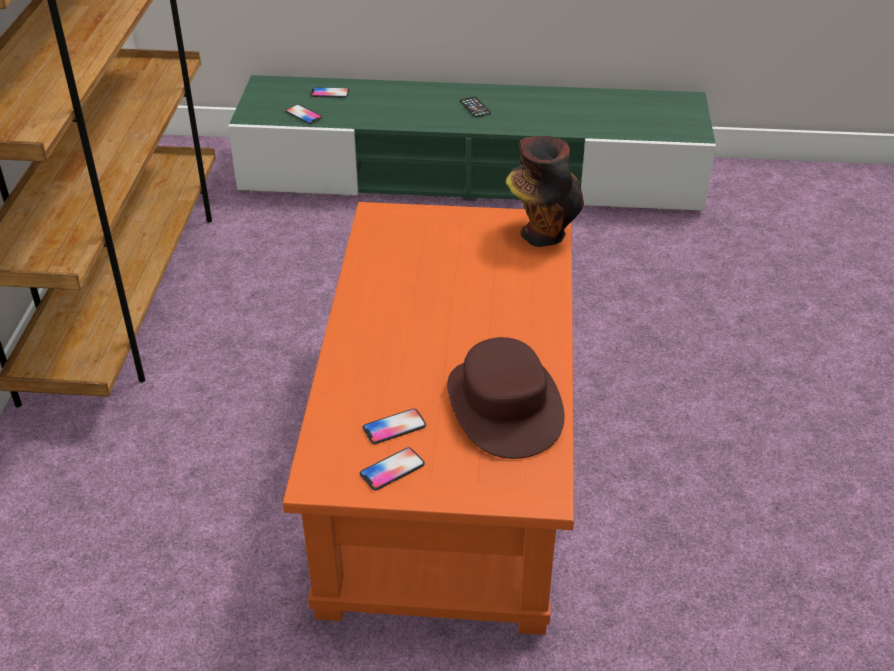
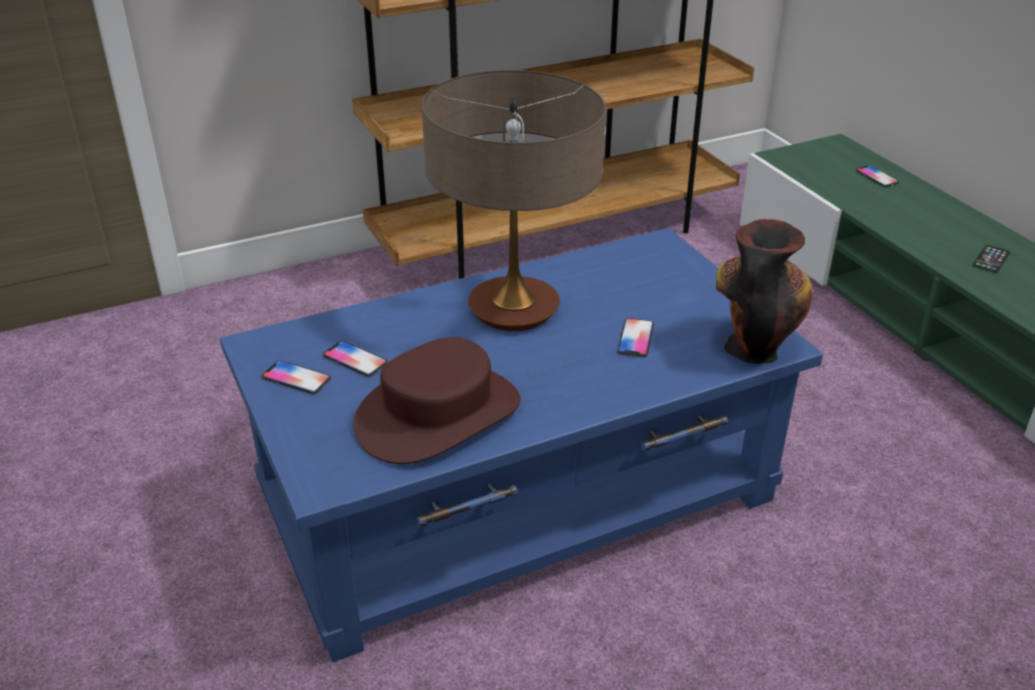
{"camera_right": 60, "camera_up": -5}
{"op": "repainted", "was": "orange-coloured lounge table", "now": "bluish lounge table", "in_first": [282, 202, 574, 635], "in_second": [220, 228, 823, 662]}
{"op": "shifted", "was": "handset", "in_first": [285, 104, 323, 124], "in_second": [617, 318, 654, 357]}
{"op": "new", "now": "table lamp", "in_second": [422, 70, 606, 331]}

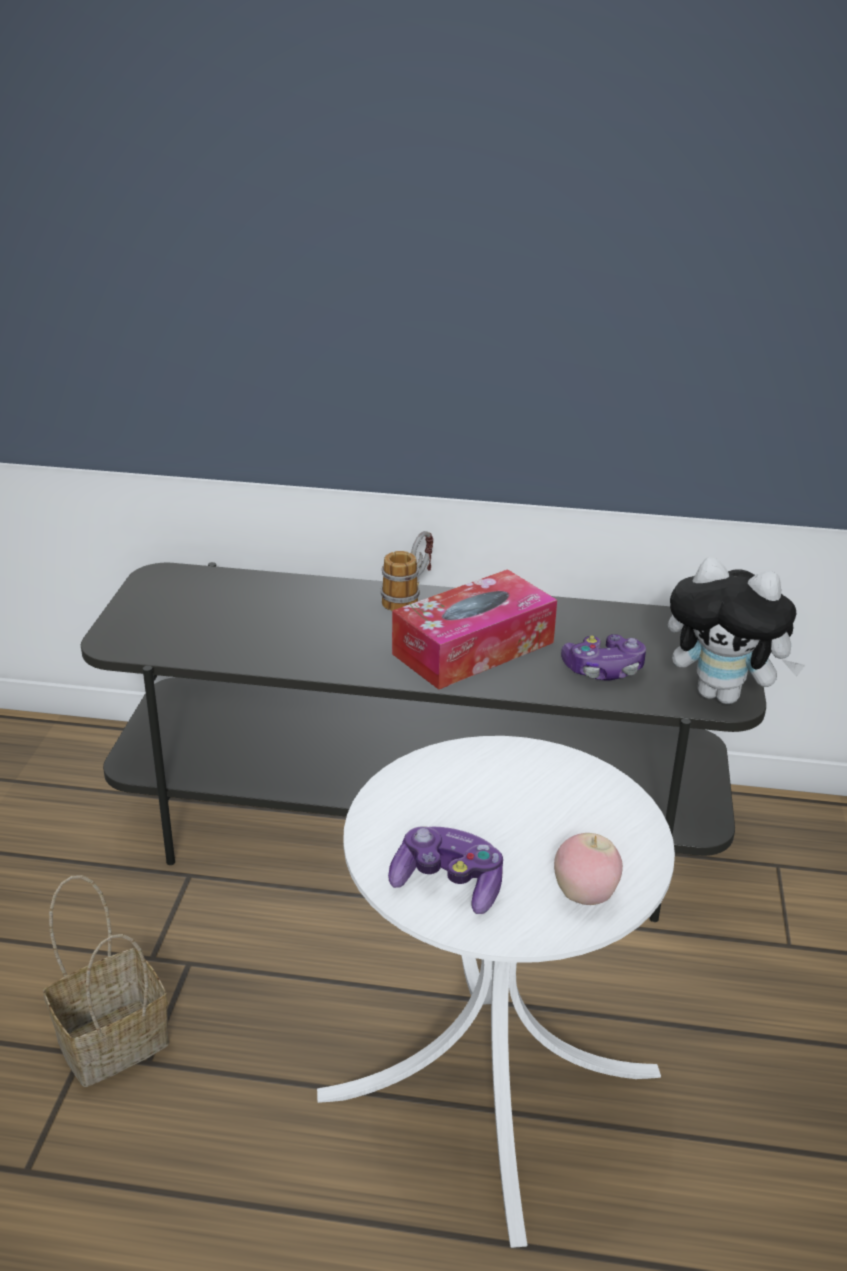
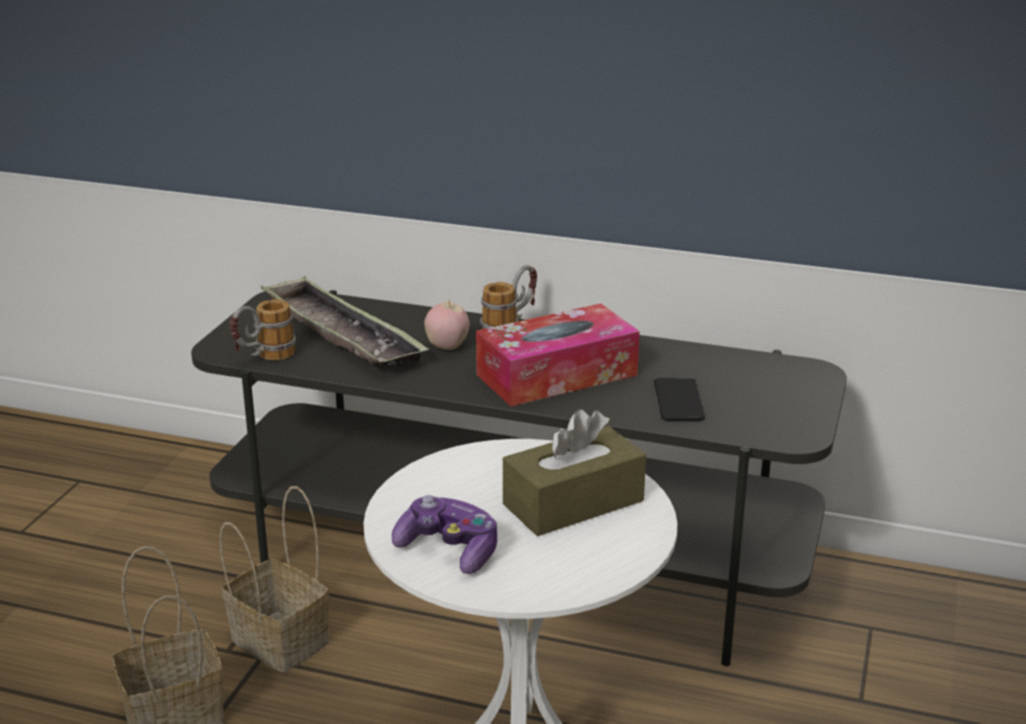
{"camera_right": 10, "camera_up": -5}
{"op": "shifted", "was": "apple", "in_first": [554, 833, 623, 905], "in_second": [424, 300, 469, 350]}
{"op": "swapped", "was": "game controller", "now": "handset", "in_first": [561, 634, 646, 680], "in_second": [654, 378, 705, 421]}
{"op": "gone", "was": "soft toy", "in_first": [668, 557, 805, 704]}
{"op": "new", "now": "storage basket", "in_second": [219, 486, 330, 672]}
{"op": "new", "now": "mug", "in_second": [230, 300, 296, 361]}
{"op": "new", "now": "tray", "in_second": [260, 276, 429, 367]}
{"op": "new", "now": "brownish tissue box", "in_second": [503, 409, 646, 536]}

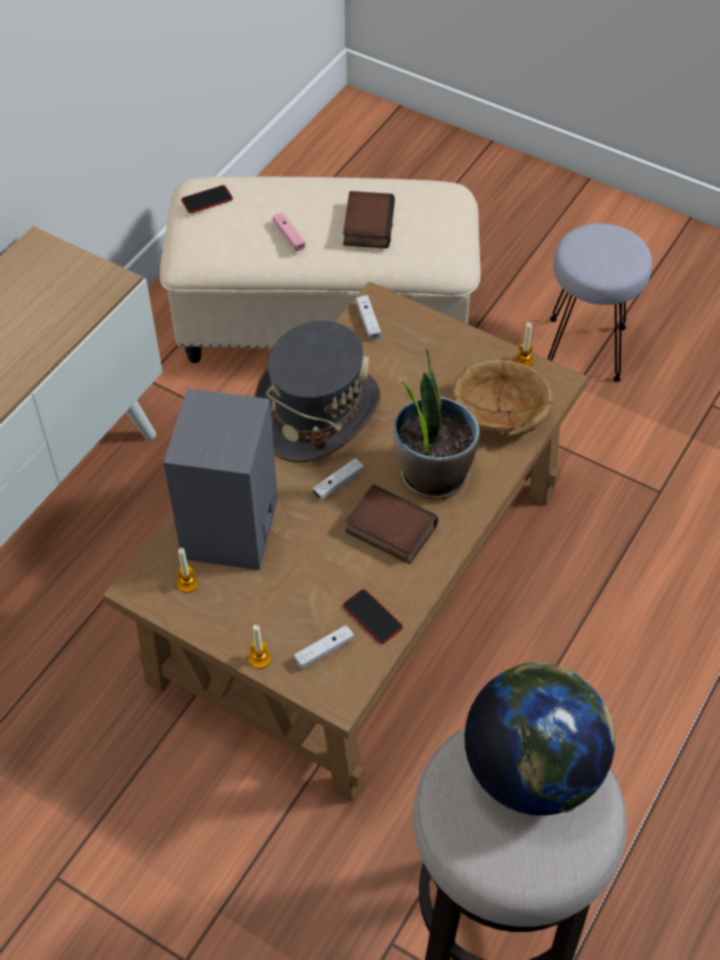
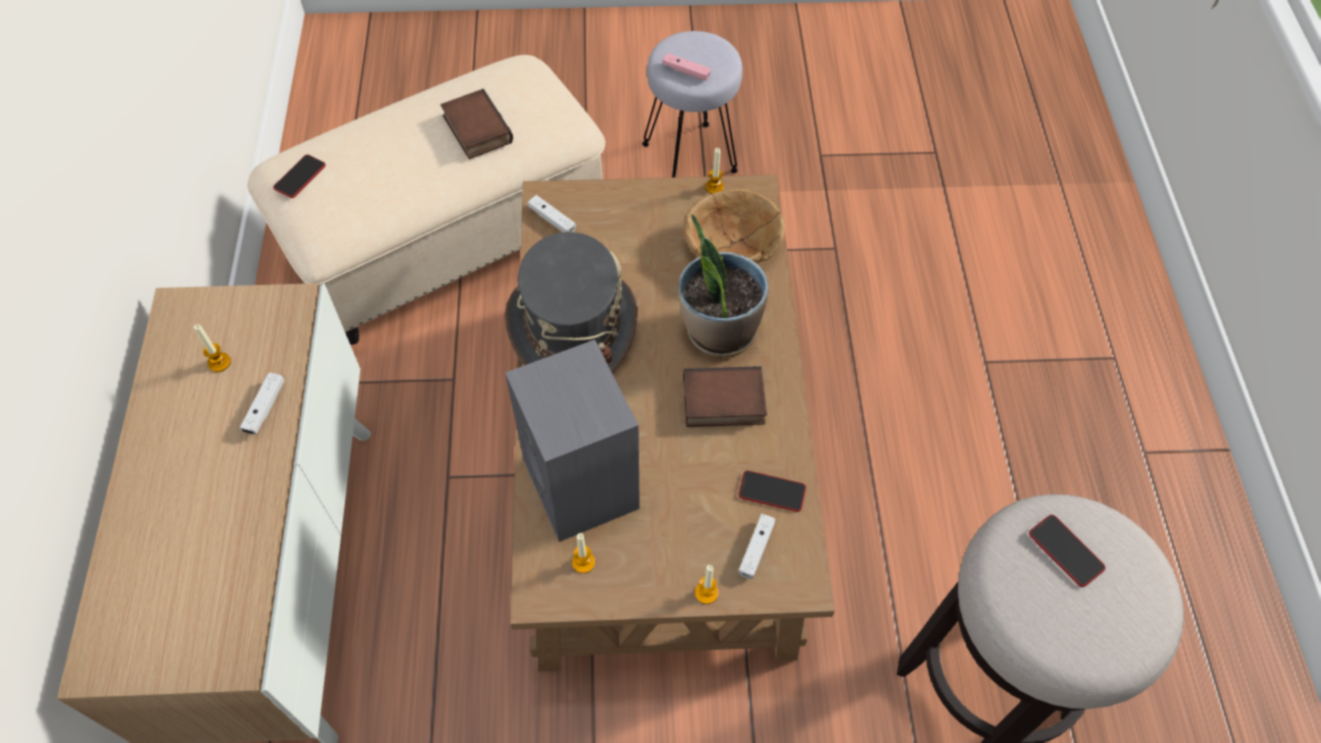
{"camera_right": -35, "camera_up": 5}
{"op": "shifted", "was": "pink-coloured game controller", "in_first": [273, 212, 306, 251], "in_second": [662, 53, 711, 81]}
{"op": "shifted", "was": "white-coloured game controller", "in_first": [312, 458, 364, 500], "in_second": [240, 373, 285, 435]}
{"op": "swapped", "was": "desk globe", "now": "handset", "in_first": [464, 662, 615, 815], "in_second": [1029, 515, 1105, 587]}
{"op": "new", "now": "wax candle", "in_second": [194, 324, 231, 372]}

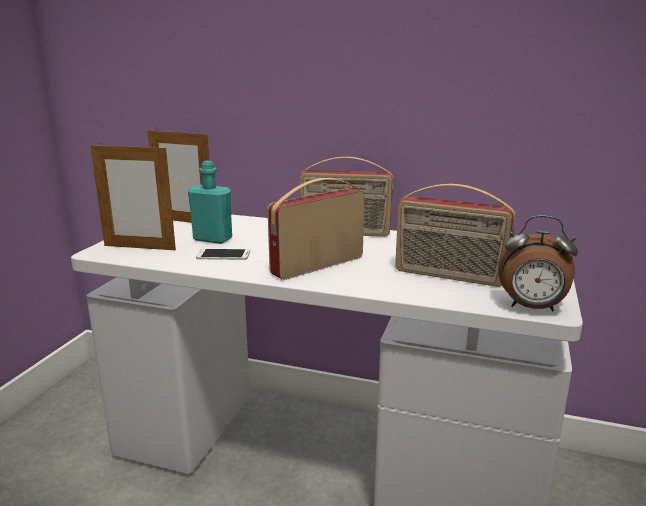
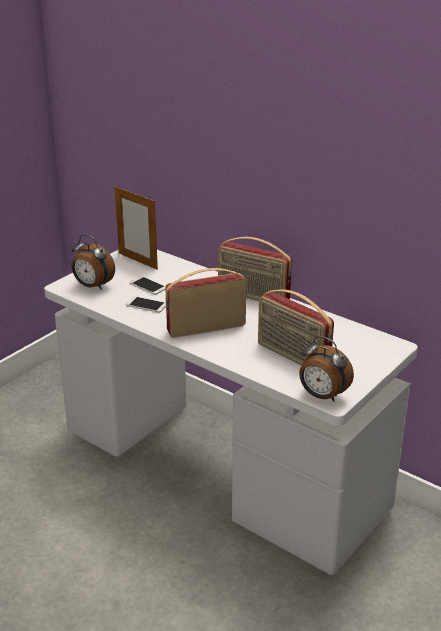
{"camera_right": 20, "camera_up": 10}
{"op": "swapped", "was": "photo frame", "now": "alarm clock", "in_first": [90, 142, 176, 250], "in_second": [71, 234, 115, 290]}
{"op": "swapped", "was": "blue-green beverage bottle", "now": "handset", "in_first": [188, 161, 232, 244], "in_second": [130, 276, 166, 295]}

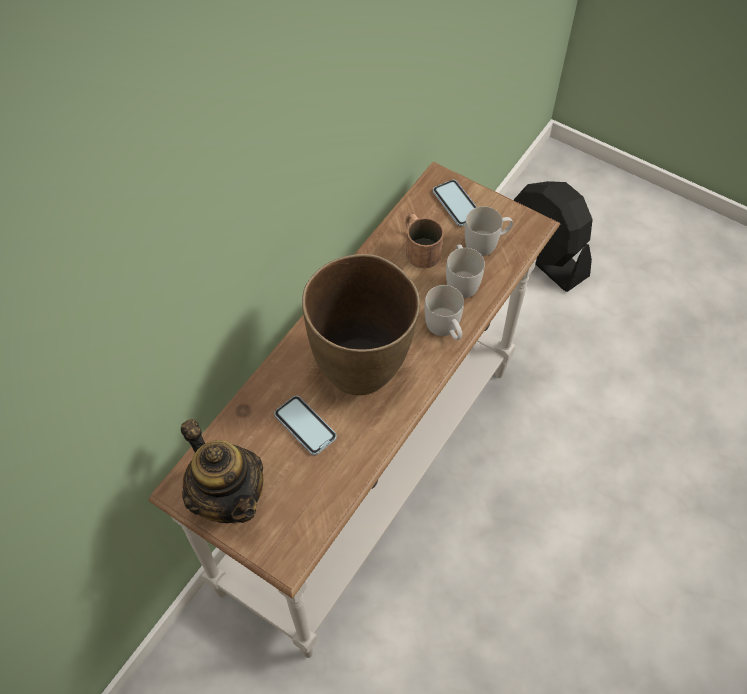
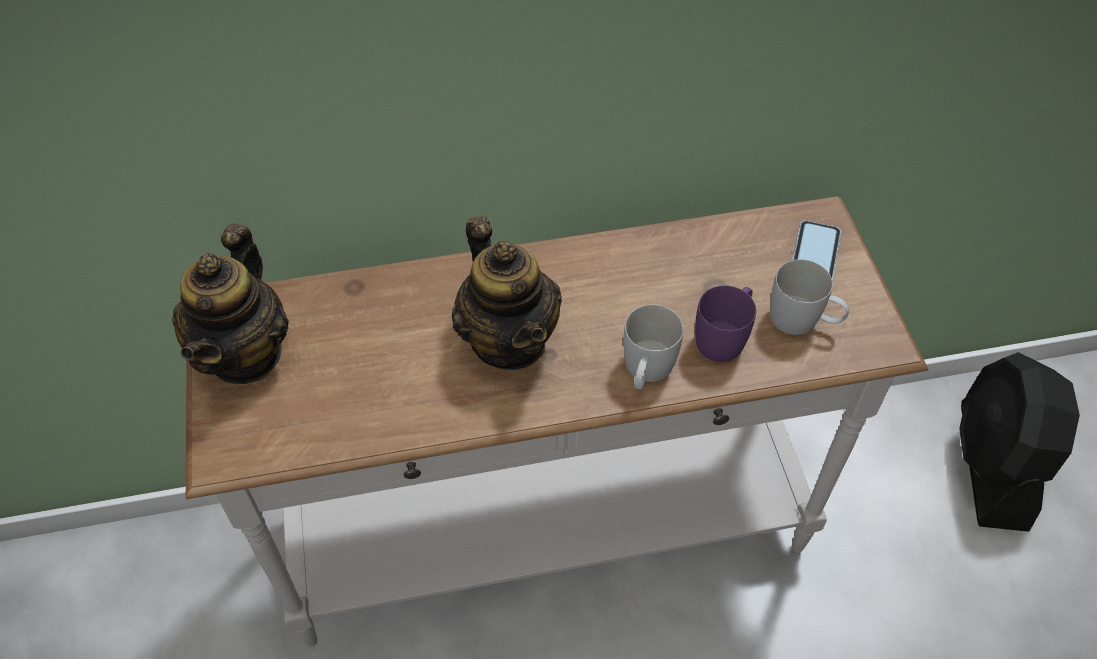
{"camera_right": 45, "camera_up": -5}
{"op": "gone", "was": "handset", "in_first": [274, 396, 337, 455]}
{"op": "swapped", "was": "brownish flower vase", "now": "teapot", "in_first": [302, 254, 420, 395], "in_second": [452, 216, 562, 370]}
{"op": "gone", "was": "brownish mug", "in_first": [405, 213, 444, 268]}
{"op": "repainted", "was": "white-coloured mug", "now": "purplish mug", "in_first": [446, 244, 485, 298], "in_second": [695, 285, 756, 362]}

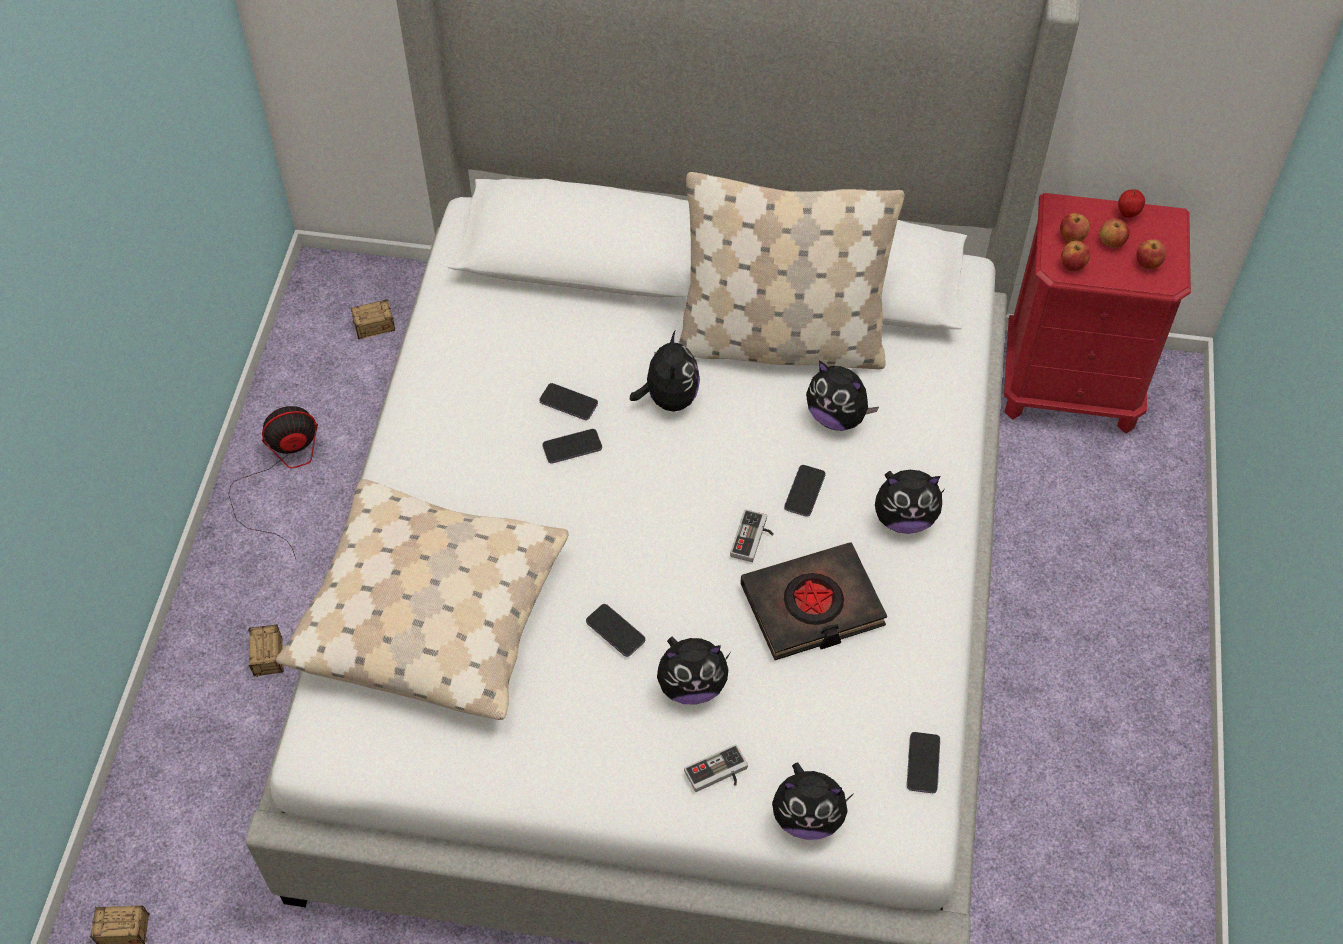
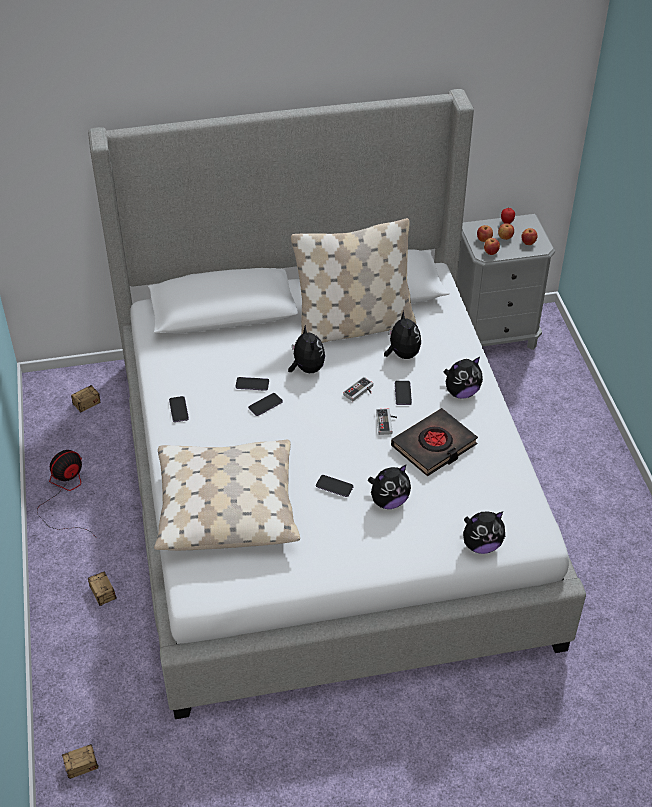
{"camera_right": -20, "camera_up": -10}
{"op": "shifted", "was": "game controller", "in_first": [684, 744, 748, 792], "in_second": [343, 377, 373, 401]}
{"op": "rotated", "was": "soft toy", "in_first": [806, 360, 879, 431], "in_second": [384, 311, 421, 359], "clockwise": -120}
{"op": "shifted", "was": "handset", "in_first": [907, 732, 940, 793], "in_second": [169, 396, 189, 422]}
{"op": "repainted", "was": "red-coloured night table", "now": "gray night table", "in_first": [1004, 193, 1191, 434], "in_second": [456, 214, 555, 350]}

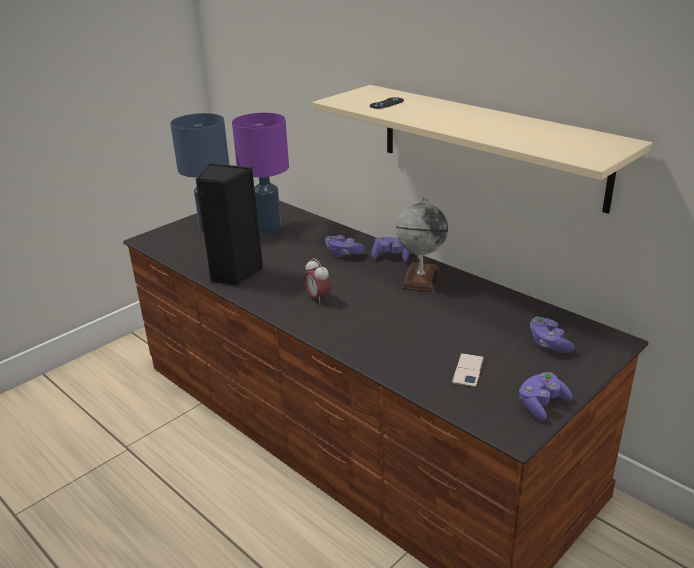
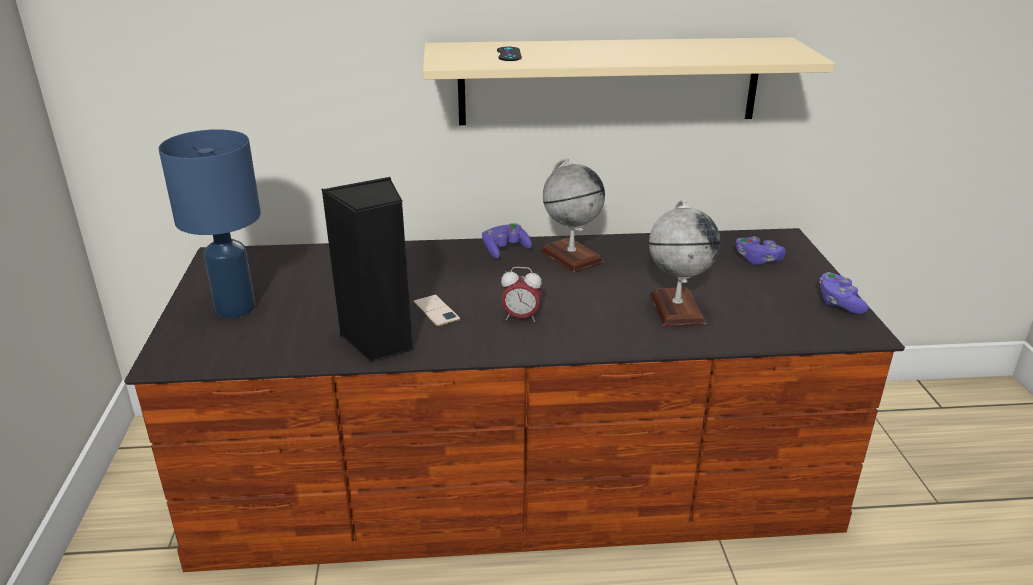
{"camera_right": -50, "camera_up": 0}
{"op": "gone", "was": "purplish table lamp", "in_first": [232, 113, 289, 233]}
{"op": "gone", "was": "purplish game controller", "in_first": [325, 235, 364, 257]}
{"op": "shifted", "was": "handset", "in_first": [452, 353, 484, 387], "in_second": [413, 294, 461, 327]}
{"op": "new", "now": "desk globe", "in_second": [649, 200, 720, 326]}

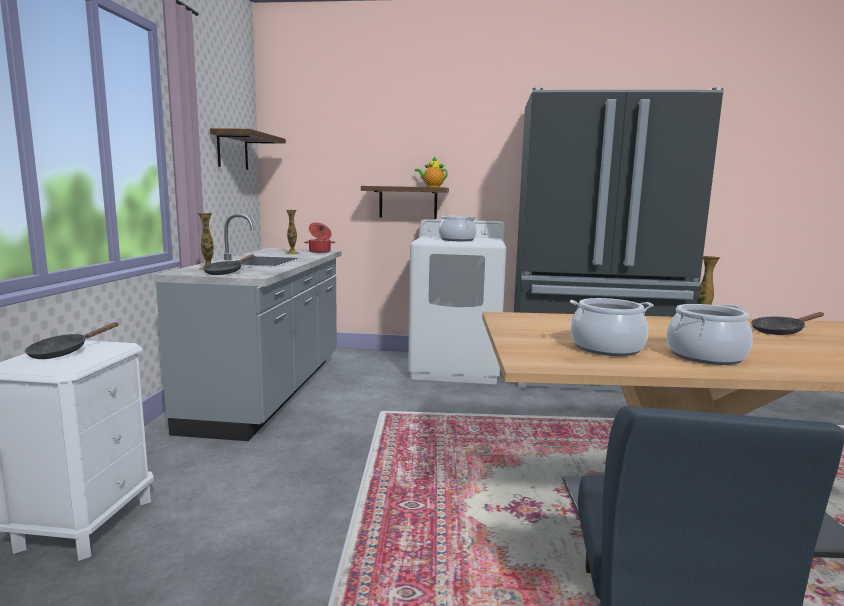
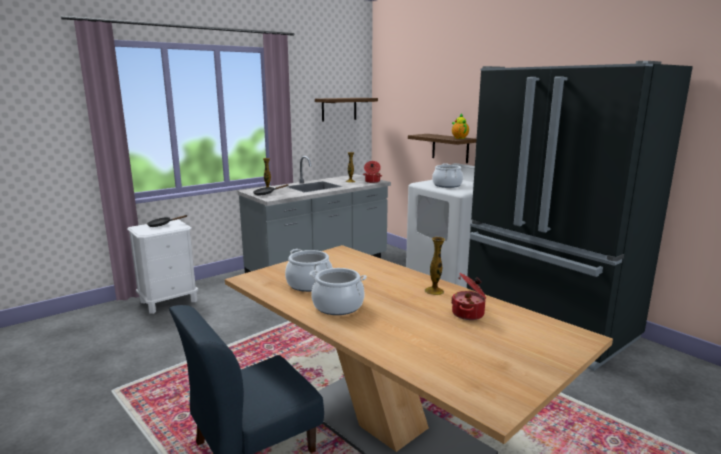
{"camera_right": 45, "camera_up": 5}
{"op": "swapped", "was": "blackish frying pan", "now": "cooking pot", "in_first": [751, 312, 824, 335], "in_second": [451, 273, 486, 320]}

